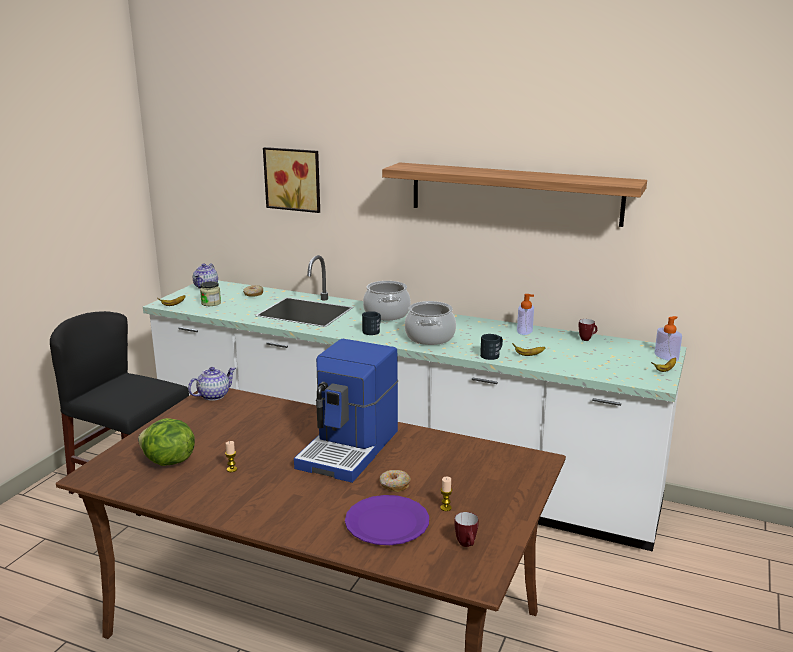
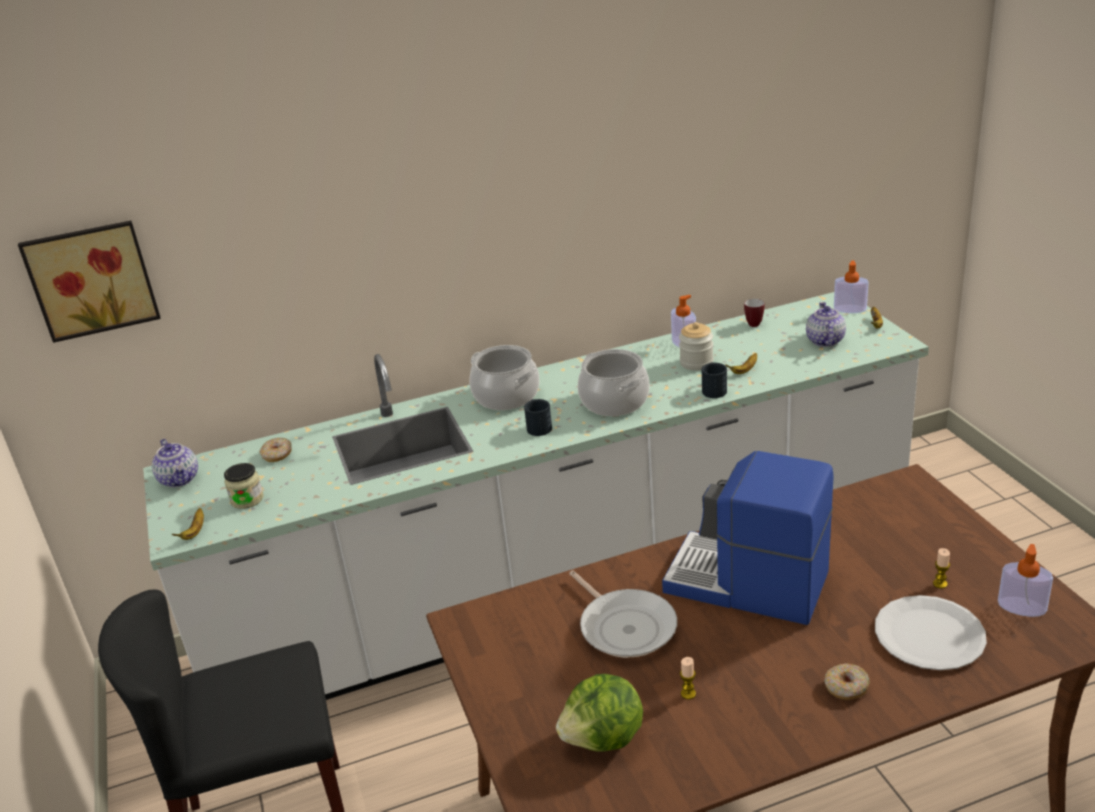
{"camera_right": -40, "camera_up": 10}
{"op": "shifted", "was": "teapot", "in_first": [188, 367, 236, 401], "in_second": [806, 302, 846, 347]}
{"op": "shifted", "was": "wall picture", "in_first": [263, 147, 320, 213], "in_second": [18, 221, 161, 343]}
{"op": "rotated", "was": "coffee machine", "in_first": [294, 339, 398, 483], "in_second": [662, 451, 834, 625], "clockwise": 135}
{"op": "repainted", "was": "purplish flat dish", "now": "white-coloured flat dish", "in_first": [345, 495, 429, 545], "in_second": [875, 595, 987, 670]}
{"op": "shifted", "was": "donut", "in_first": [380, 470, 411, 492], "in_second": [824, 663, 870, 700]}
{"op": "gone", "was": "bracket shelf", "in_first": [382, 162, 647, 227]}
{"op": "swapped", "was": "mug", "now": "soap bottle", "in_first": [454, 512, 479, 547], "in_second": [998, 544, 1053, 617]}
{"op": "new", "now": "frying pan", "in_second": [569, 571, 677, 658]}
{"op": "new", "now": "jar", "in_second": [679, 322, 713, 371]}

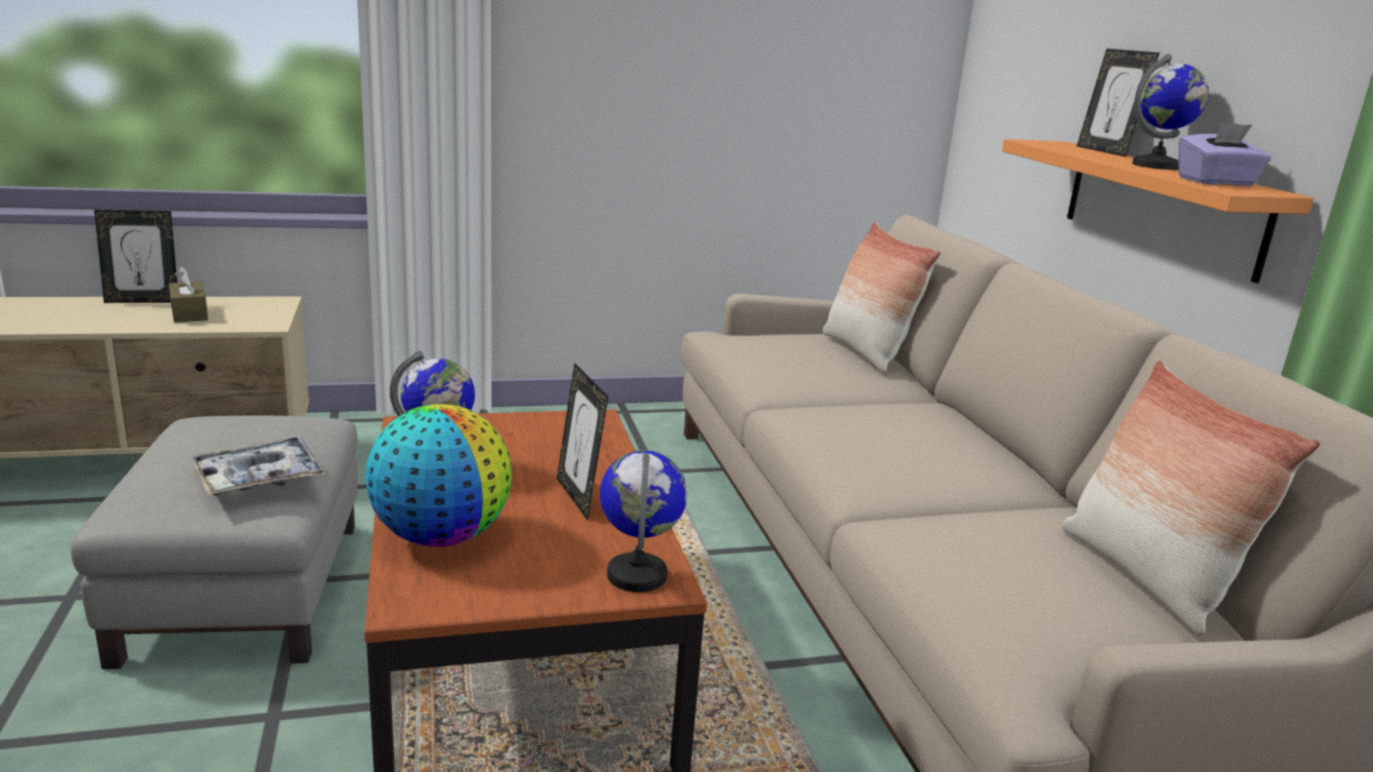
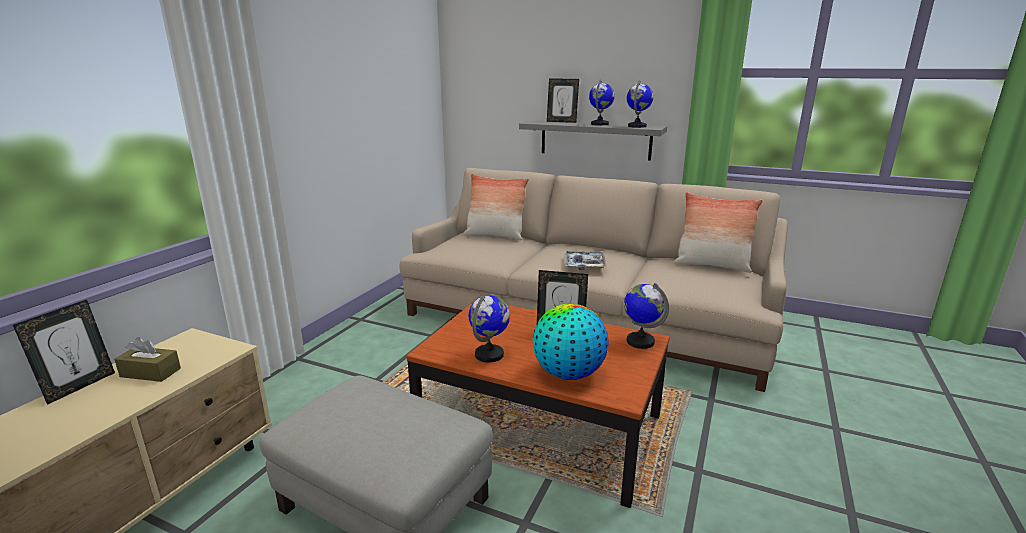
{"camera_right": -50, "camera_up": 0}
{"op": "shifted", "was": "tray", "in_first": [191, 437, 325, 496], "in_second": [564, 251, 607, 270]}
{"op": "repainted", "was": "orange-coloured bracket shelf", "now": "gray bracket shelf", "in_first": [1002, 139, 1314, 283], "in_second": [519, 120, 667, 161]}
{"op": "swapped", "was": "purplish tissue box", "now": "desk globe", "in_first": [1178, 123, 1271, 186], "in_second": [627, 80, 654, 128]}

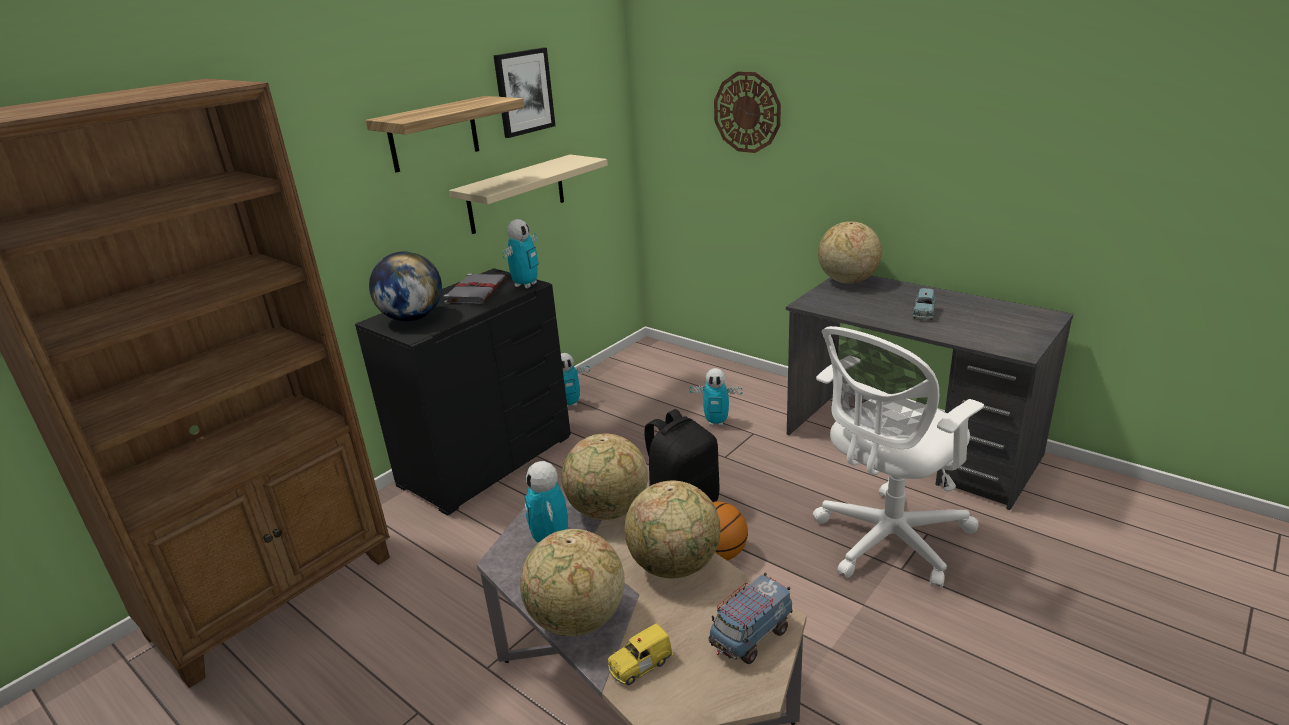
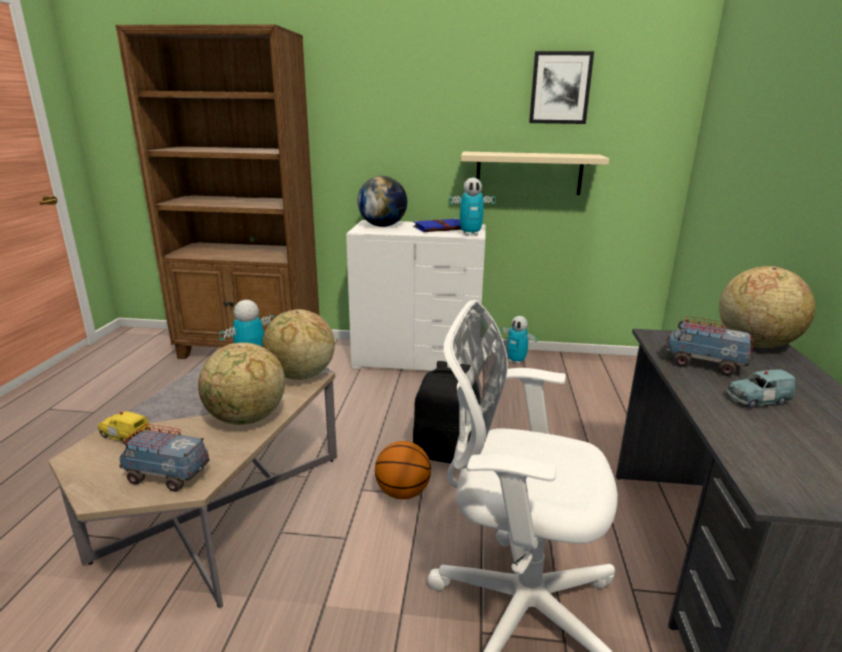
{"camera_right": 55, "camera_up": -5}
{"op": "repainted", "was": "blackish chest of drawers", "now": "white-coloured chest of drawers", "in_first": [355, 268, 571, 516], "in_second": [346, 220, 486, 371]}
{"op": "gone", "was": "bracket shelf", "in_first": [366, 96, 524, 173]}
{"op": "repainted", "was": "gray bound book", "now": "bluish bound book", "in_first": [443, 274, 506, 304], "in_second": [413, 218, 462, 232]}
{"op": "gone", "was": "desk globe", "in_first": [520, 529, 624, 636]}
{"op": "gone", "was": "toy robot", "in_first": [690, 368, 743, 426]}
{"op": "gone", "was": "clock on the wall", "in_first": [714, 72, 781, 153]}
{"op": "new", "now": "toy truck", "in_second": [663, 316, 753, 376]}

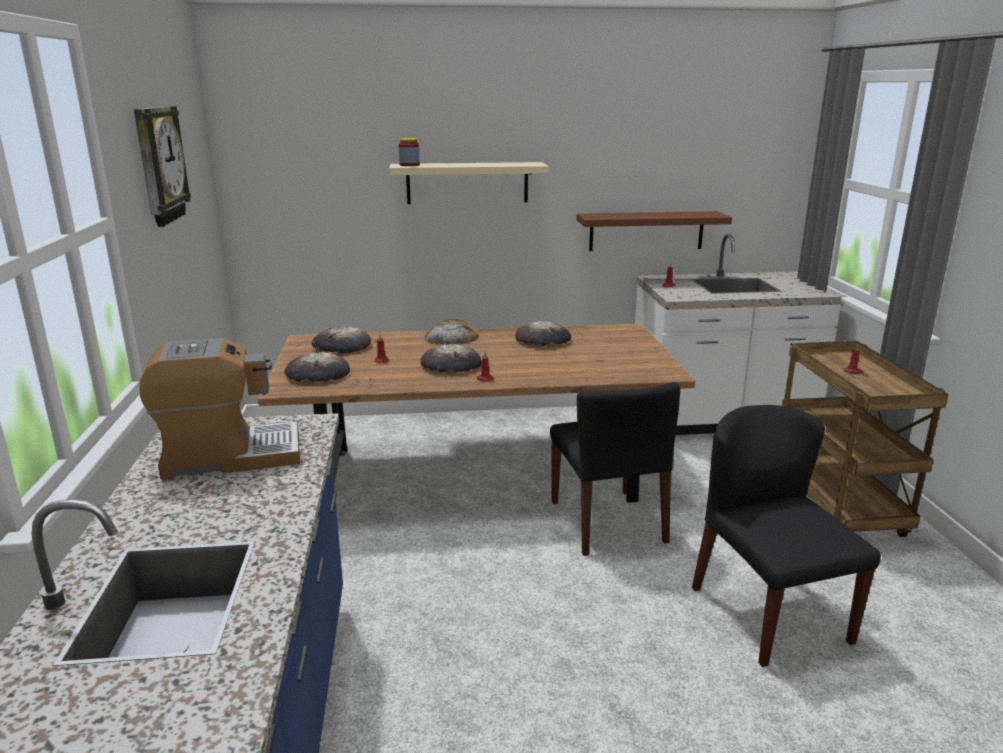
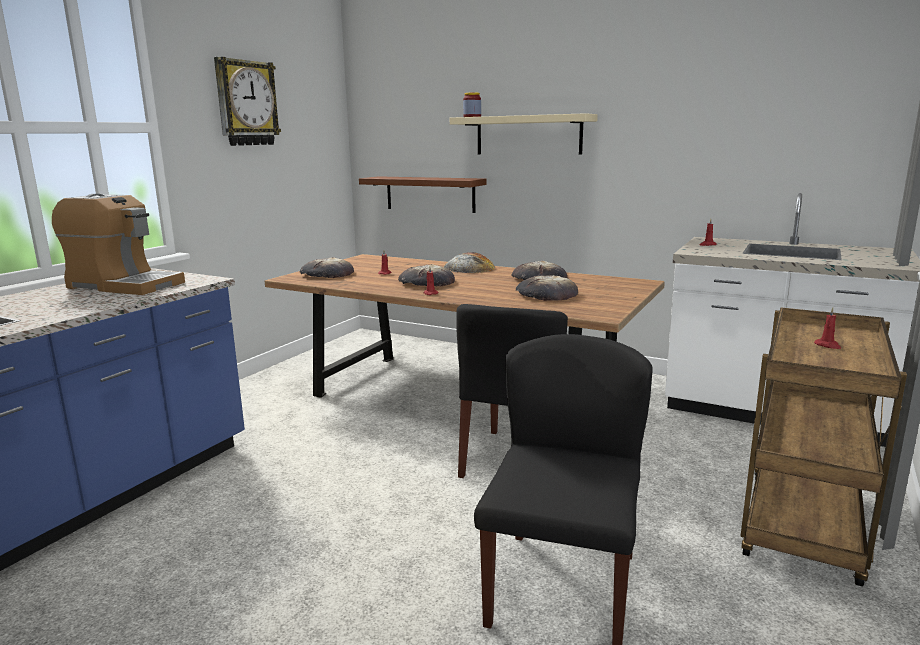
{"camera_right": 35, "camera_up": -5}
{"op": "shifted", "was": "bread", "in_first": [312, 327, 371, 353], "in_second": [516, 275, 578, 301]}
{"op": "shifted", "was": "brownish bracket shelf", "in_first": [576, 211, 732, 251], "in_second": [359, 176, 487, 213]}

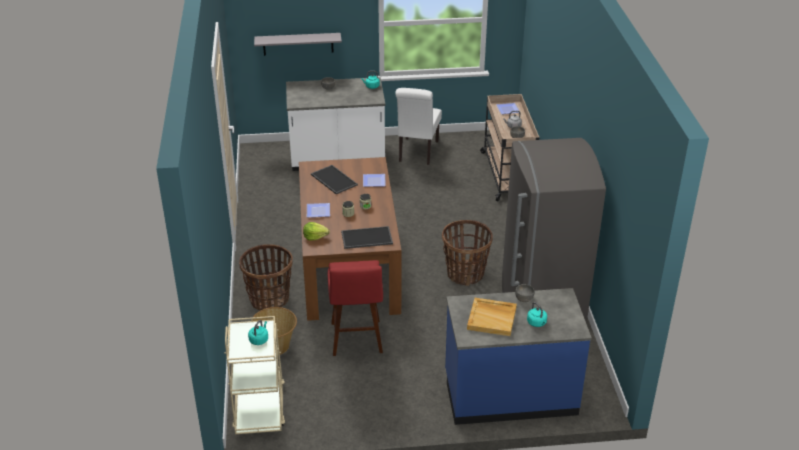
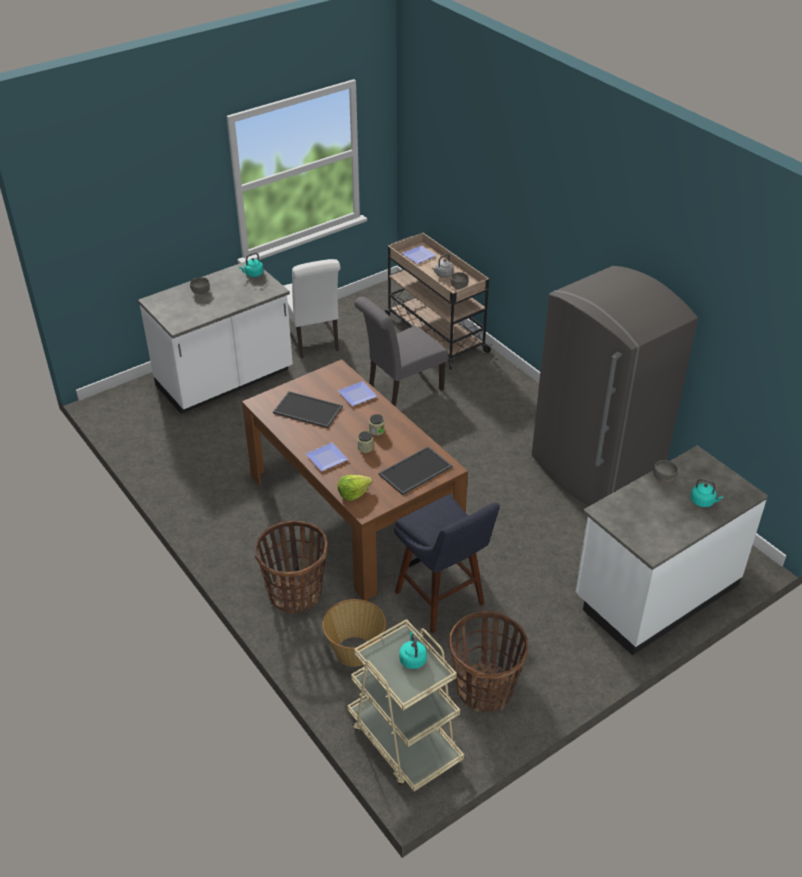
{"camera_right": -30, "camera_up": 5}
{"op": "gone", "was": "gray bracket shelf", "in_first": [254, 33, 342, 56]}
{"op": "repainted", "was": "red-coloured stool seat", "now": "bluish stool seat", "in_first": [328, 260, 383, 356], "in_second": [394, 494, 500, 634]}
{"op": "shifted", "was": "storage basket", "in_first": [442, 220, 493, 286], "in_second": [449, 611, 528, 713]}
{"op": "repainted", "was": "bluish kitchen base unit", "now": "white-coloured kitchen base unit", "in_first": [445, 288, 592, 425], "in_second": [576, 445, 768, 656]}
{"op": "gone", "was": "beige tray", "in_first": [467, 298, 517, 336]}
{"op": "new", "now": "gray plain chair", "in_second": [354, 297, 448, 406]}

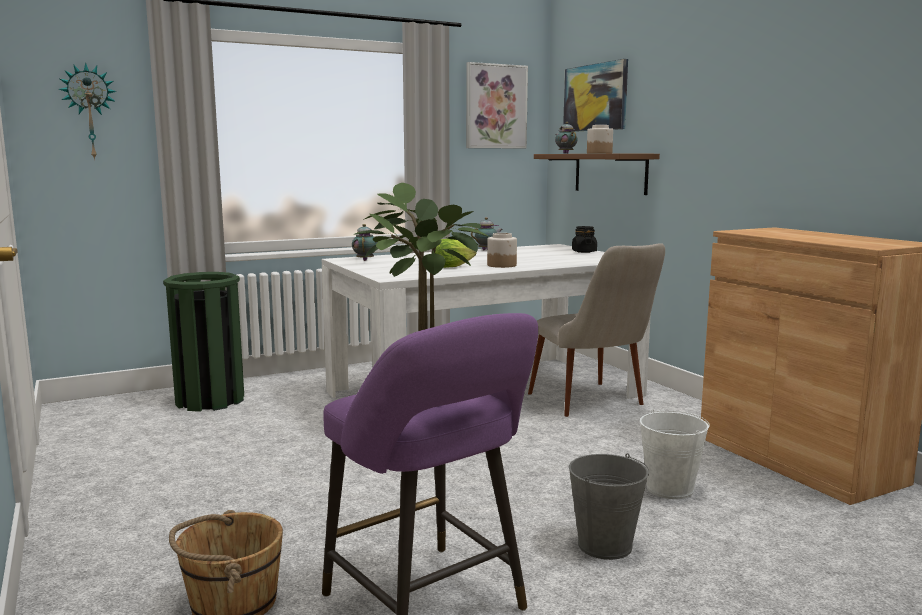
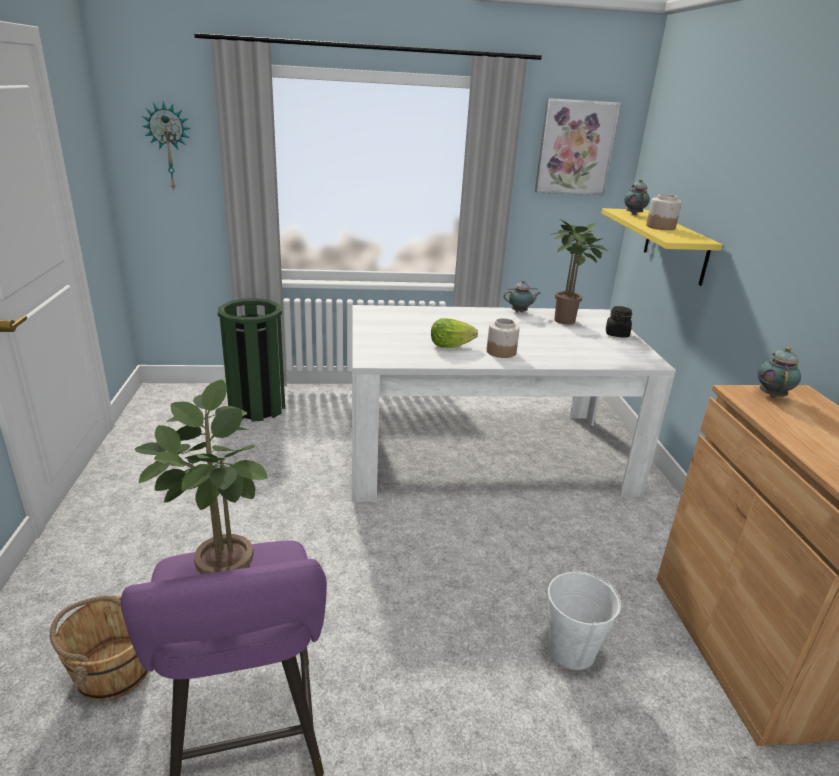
{"camera_right": 20, "camera_up": 15}
{"op": "shifted", "was": "teapot", "in_first": [352, 224, 377, 261], "in_second": [758, 347, 801, 398]}
{"op": "gone", "was": "beige plain chair", "in_first": [528, 243, 665, 417]}
{"op": "repainted", "was": "brownish bracket shelf", "now": "yellow bracket shelf", "in_first": [534, 154, 660, 195], "in_second": [601, 208, 723, 286]}
{"op": "gone", "was": "wall picture", "in_first": [563, 59, 628, 132]}
{"op": "gone", "was": "gray pail", "in_first": [569, 453, 649, 560]}
{"op": "new", "now": "potted plant", "in_second": [550, 220, 609, 324]}

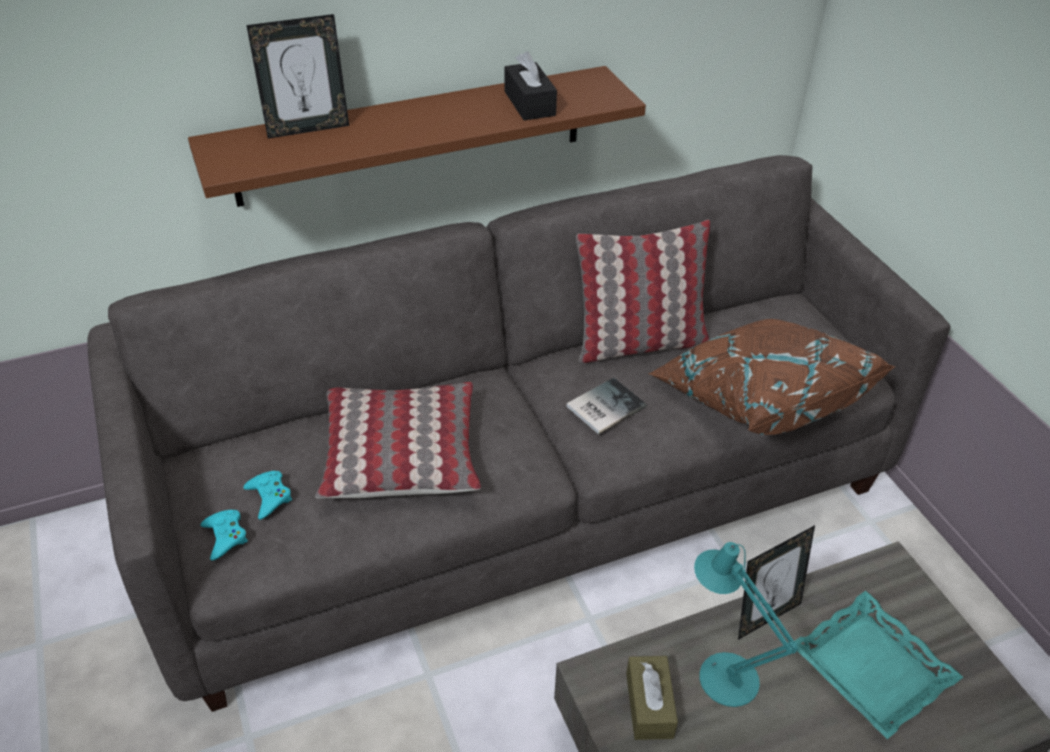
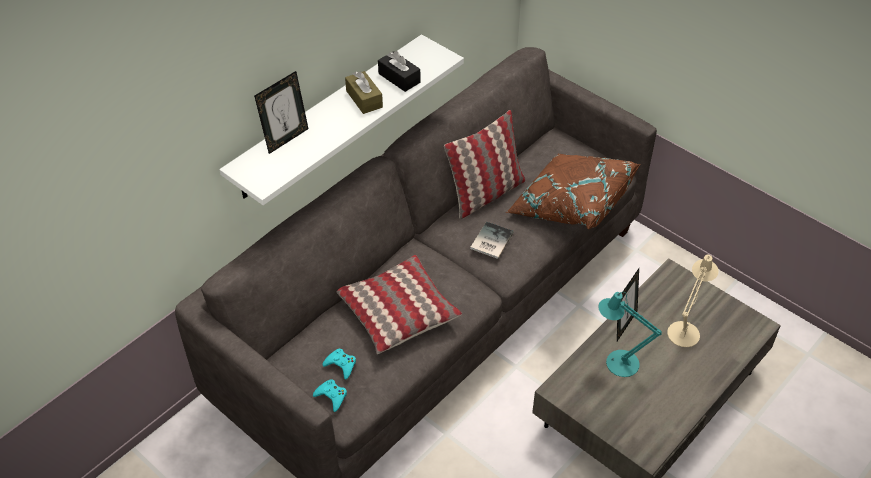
{"camera_right": -25, "camera_up": 5}
{"op": "repainted", "was": "brownish bracket shelf", "now": "white-coloured bracket shelf", "in_first": [188, 66, 646, 207], "in_second": [219, 34, 464, 205]}
{"op": "shifted", "was": "brownish tissue box", "in_first": [626, 656, 678, 740], "in_second": [345, 71, 383, 114]}
{"op": "swapped", "was": "blue-green tray", "now": "beige table lamp", "in_first": [794, 591, 963, 739], "in_second": [667, 255, 719, 347]}

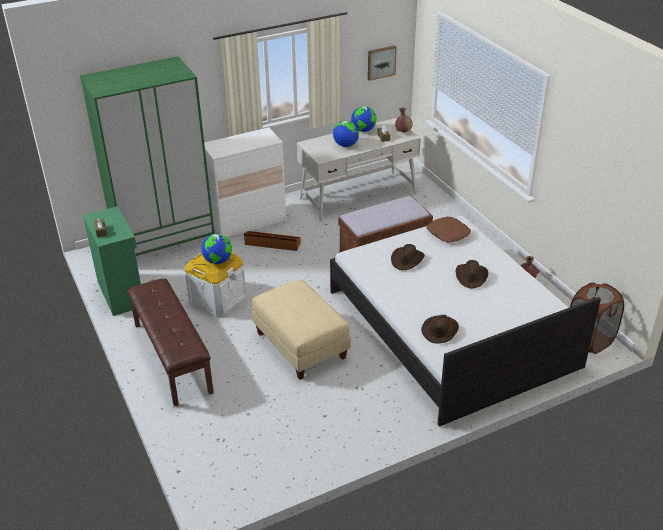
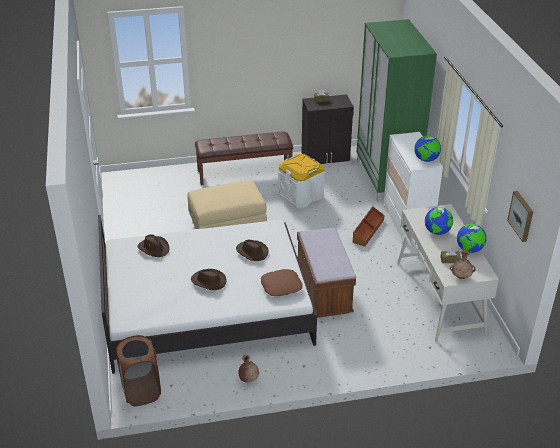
{"camera_right": 105, "camera_up": 0}
{"op": "repainted", "was": "greenish cupboard", "now": "blackish cupboard", "in_first": [83, 206, 141, 316], "in_second": [302, 94, 354, 164]}
{"op": "shifted", "was": "desk globe", "in_first": [201, 234, 232, 264], "in_second": [414, 135, 441, 162]}

